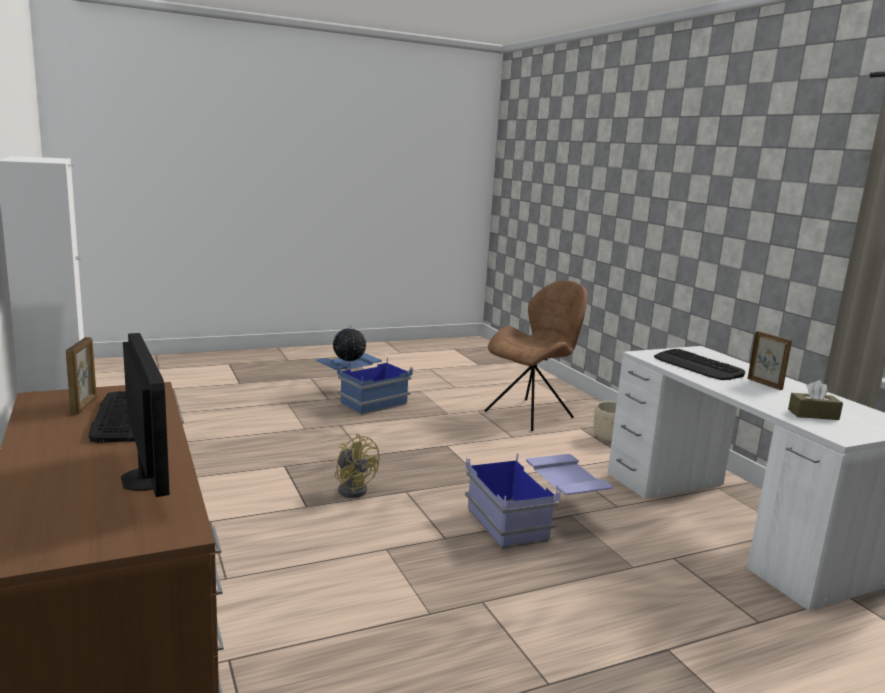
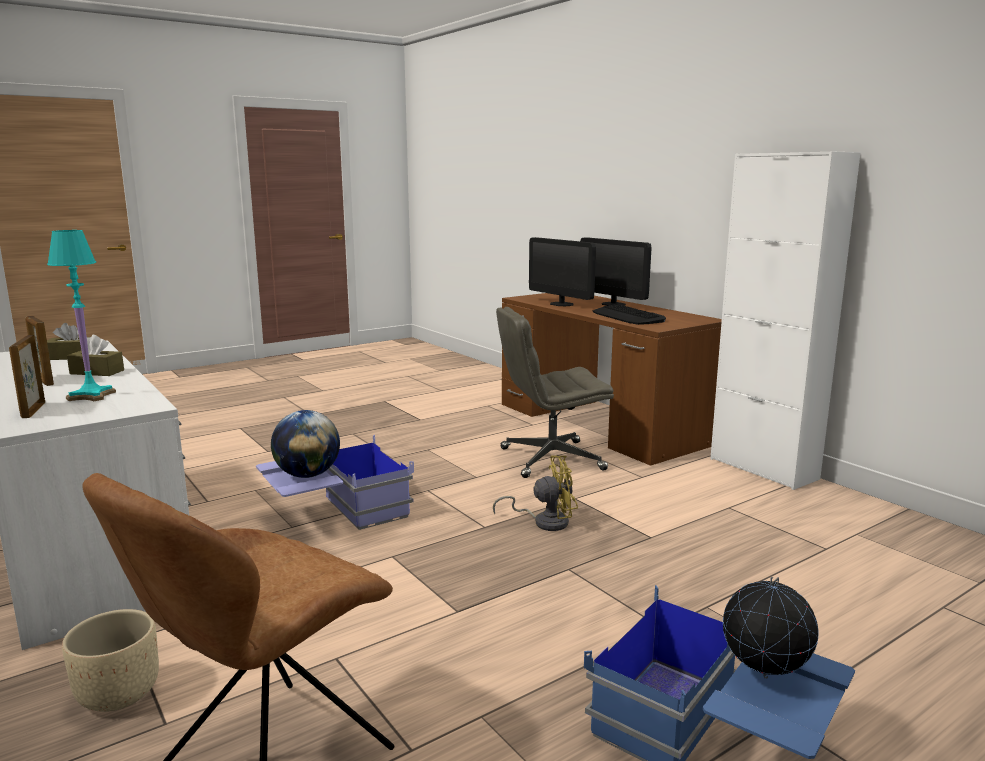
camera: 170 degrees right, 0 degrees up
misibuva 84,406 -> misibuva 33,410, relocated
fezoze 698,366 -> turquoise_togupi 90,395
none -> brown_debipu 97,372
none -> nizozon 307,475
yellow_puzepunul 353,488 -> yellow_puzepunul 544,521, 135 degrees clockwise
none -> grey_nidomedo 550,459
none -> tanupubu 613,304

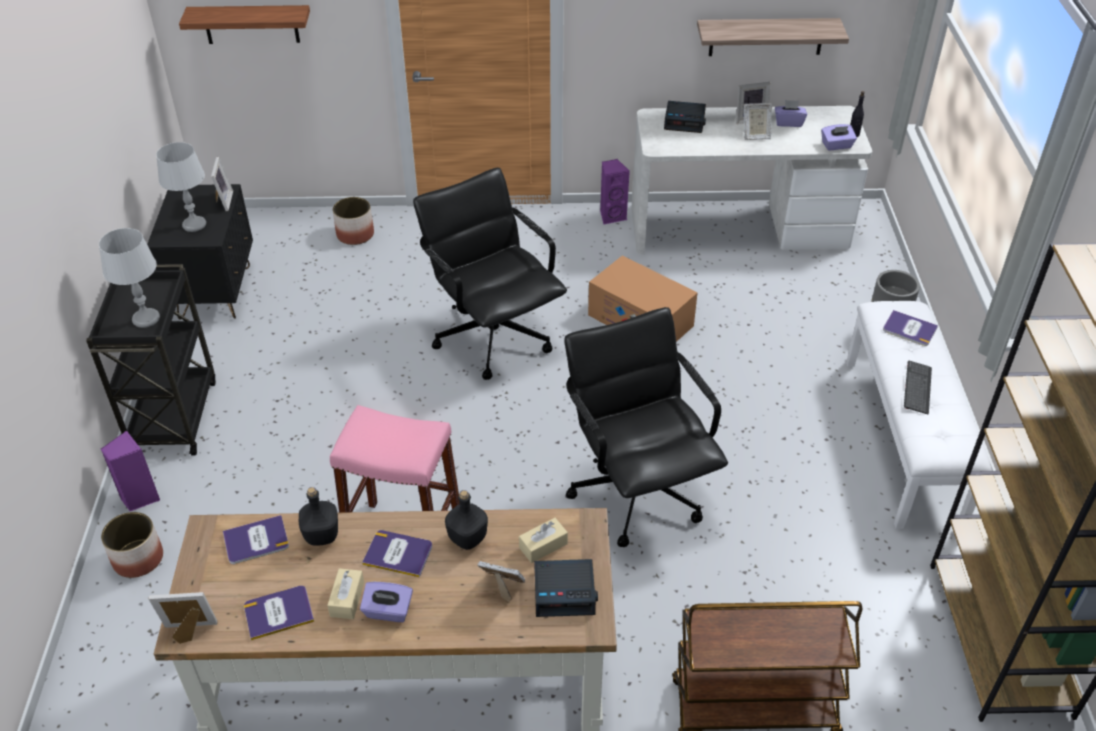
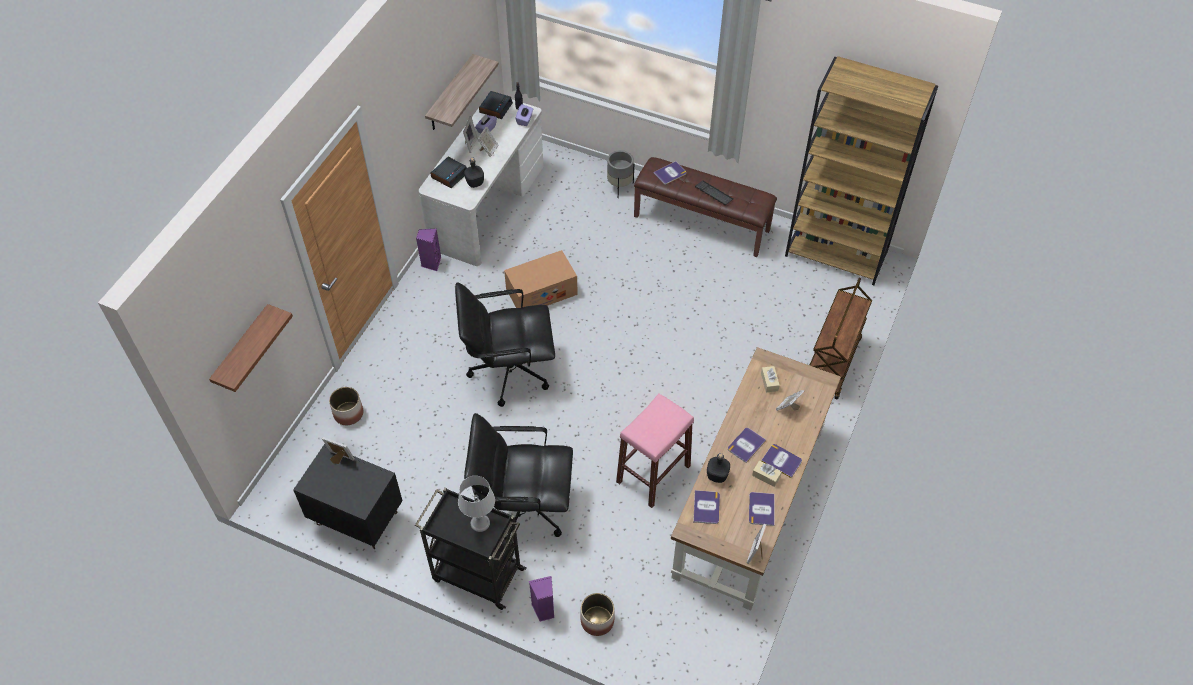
camera: 65 degrees left, 10 degrees up
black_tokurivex 467,538 -> black_tokurivex 474,183, relocated
black_nidomedo 637,491 -> black_nidomedo 523,507, relocated
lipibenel 565,592 -> lipibenel 495,108, relocated
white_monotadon 903,439 -> brown_monotadon 702,223
purple_debipu 388,611 -> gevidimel 781,461
grey_togupi 194,224 -> none

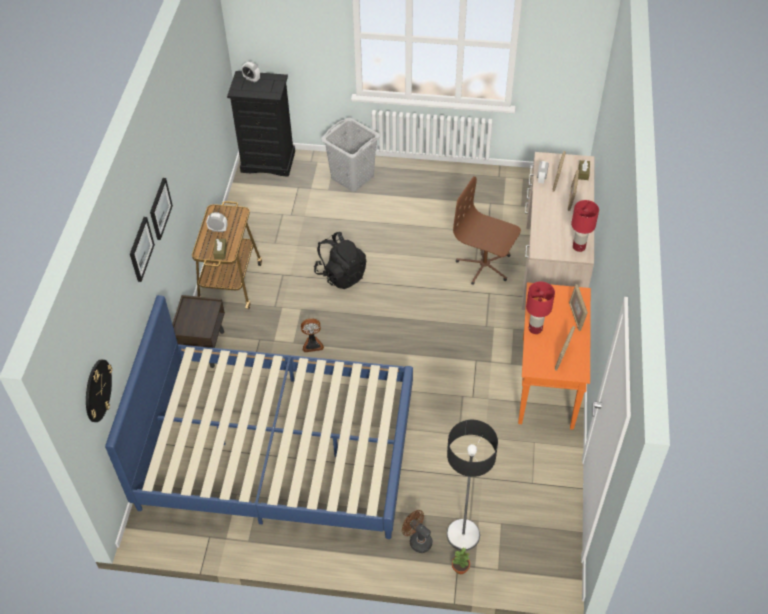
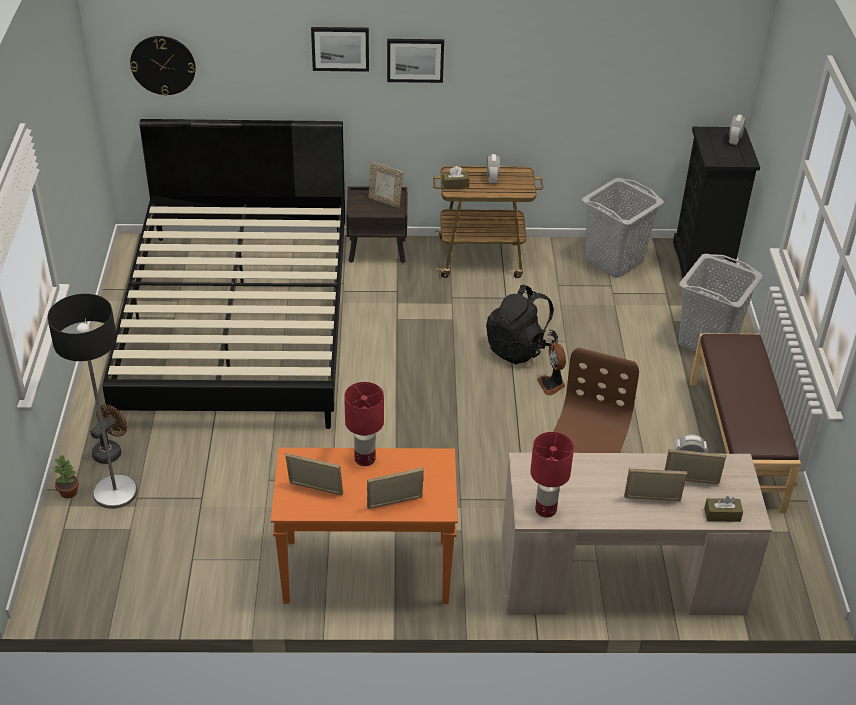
camera: 80 degrees right, 10 degrees down
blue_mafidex 277,449 -> black_mafidex 239,324
none -> misibuva 385,201
puzepunul 312,344 -> puzepunul 552,384, relocated
none -> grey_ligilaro 614,260
none -> brown_monotadon 736,444

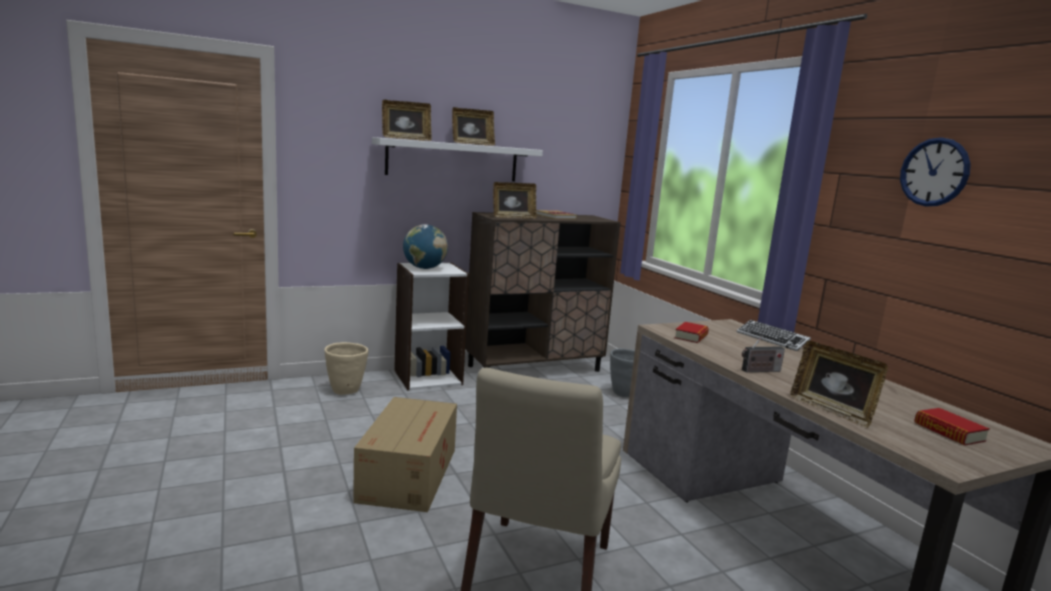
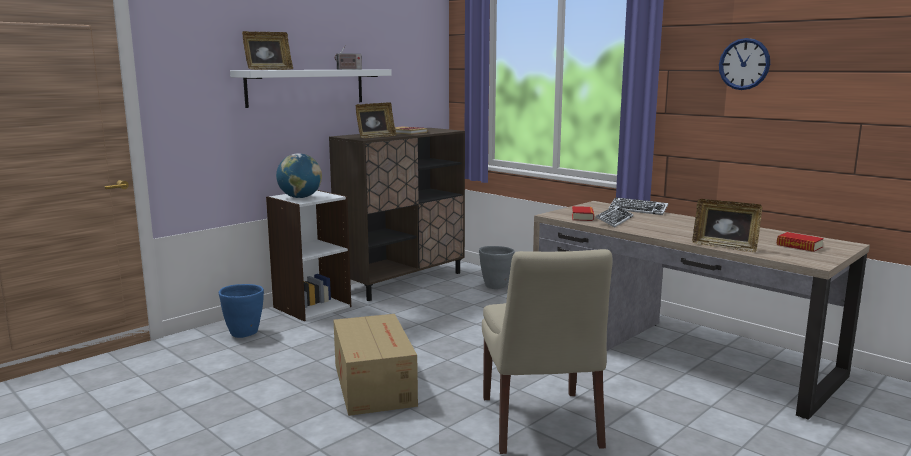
camera: 20 degrees left, 0 degrees up
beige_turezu 346,391 -> blue_turezu 244,333
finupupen 759,371 -> finupupen 348,69, relocated
none -> fezoze 614,220
misibuva 472,144 -> none

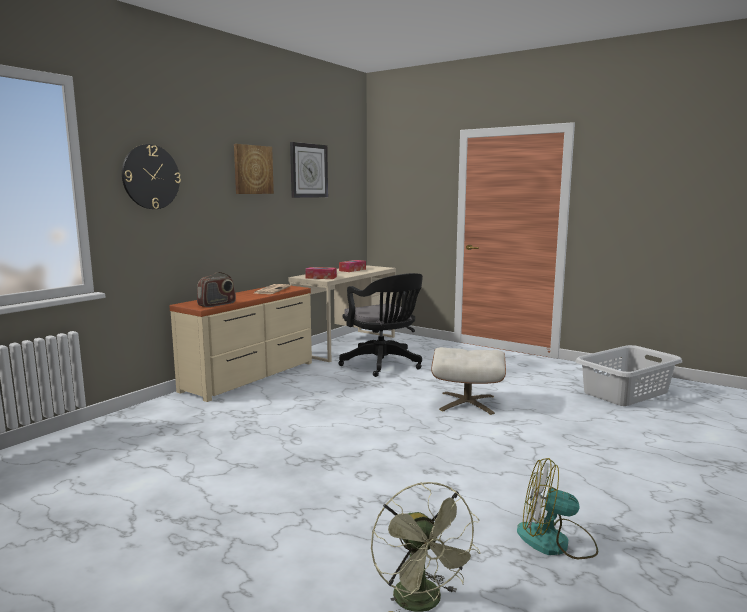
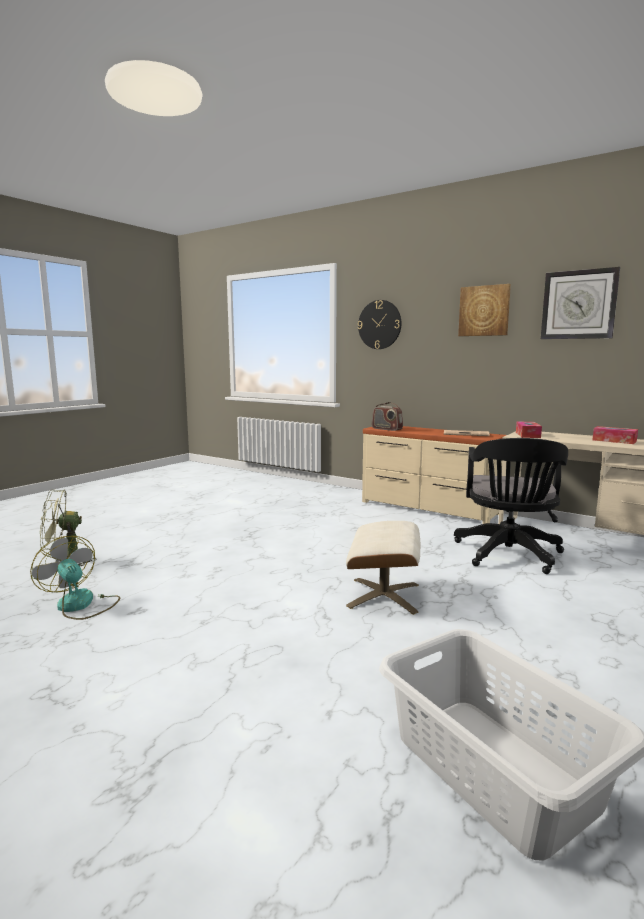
camera: 90 degrees right, 0 degrees up
puzepunul 555,542 -> puzepunul 80,605, 60 degrees counterclockwise
black_nidomedo 383,365 -> black_nidomedo 508,555, 45 degrees counterclockwise

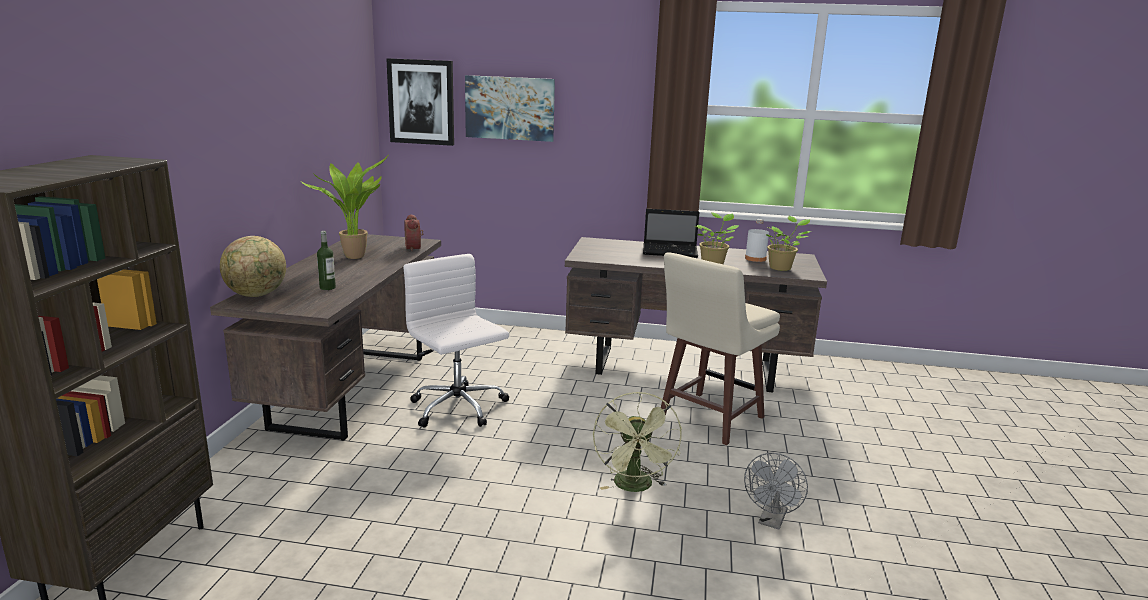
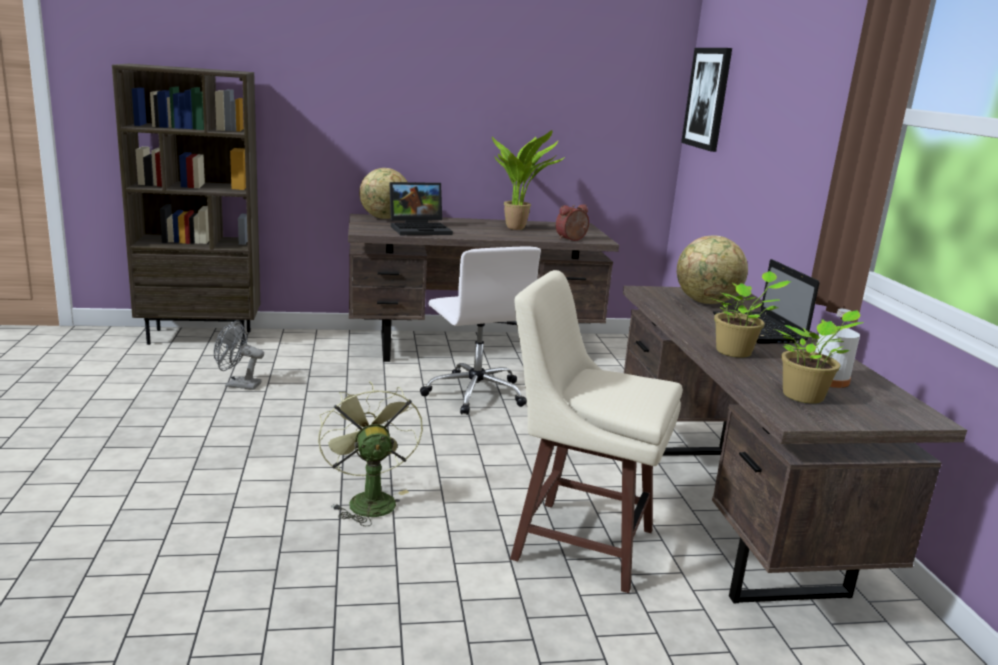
camera: 70 degrees right, 0 degrees up
grey_puzepunul 772,521 -> grey_puzepunul 238,385, relocated
green_puzepunul 635,487 -> green_puzepunul 368,500, 90 degrees clockwise
tokurivex 327,288 -> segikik 421,229
white_nidomedo 458,408 -> white_nidomedo 475,393, 120 degrees clockwise
none -> nizozon 706,302
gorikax 510,108 -> none

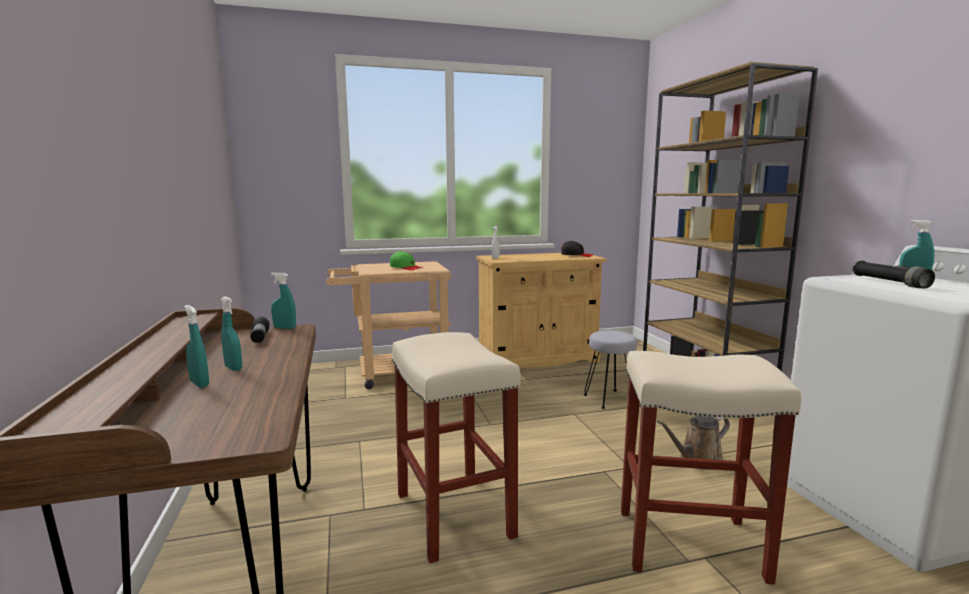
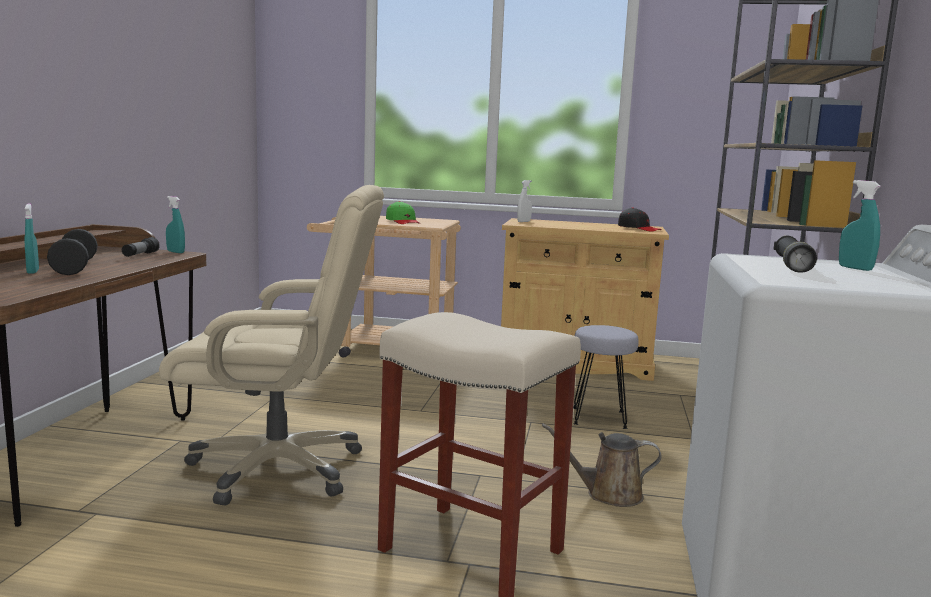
camera: 25 degrees right, 0 degrees up
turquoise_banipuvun 233,368 -> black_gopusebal 74,268
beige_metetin 455,515 -> beige_nidomedo 279,468

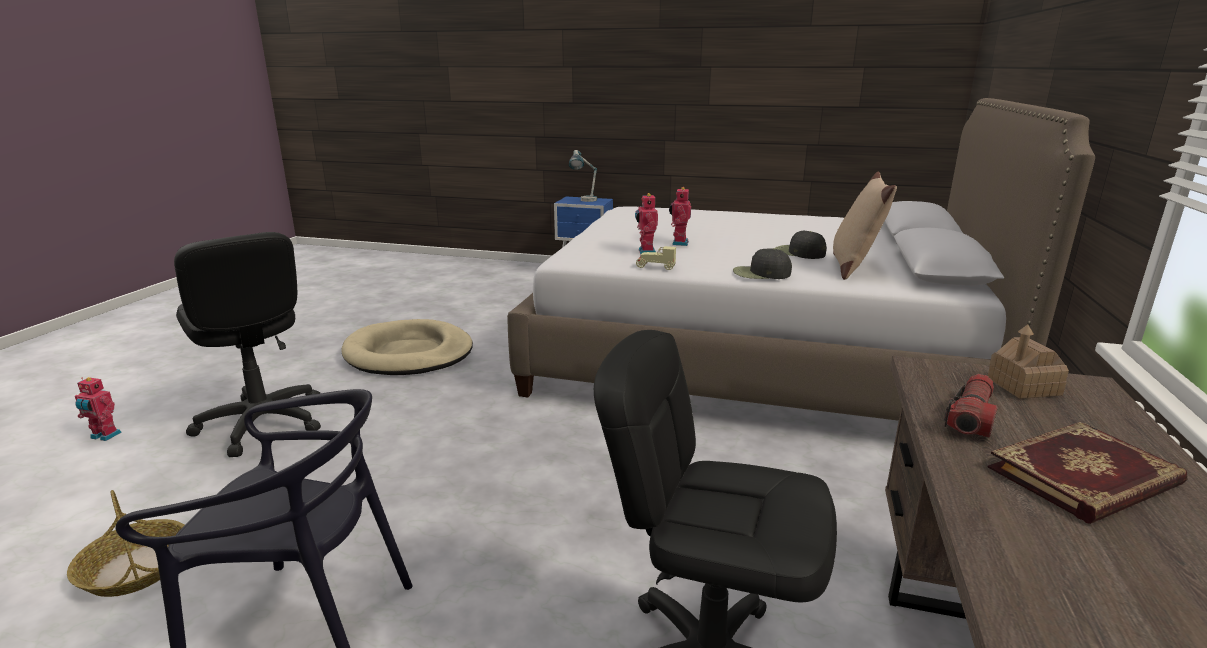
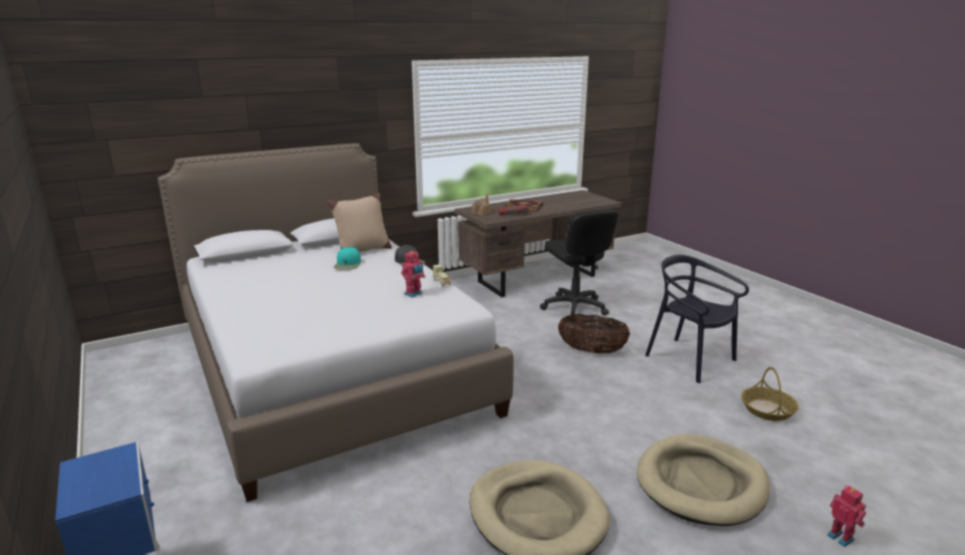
camera: 135 degrees left, 0 degrees up
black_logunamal 799,252 -> turquoise_logunamal 348,264
none -> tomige 592,351
black_nidomedo 262,423 -> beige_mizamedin 701,483
togupi 584,201 -> none
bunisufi 678,243 -> none

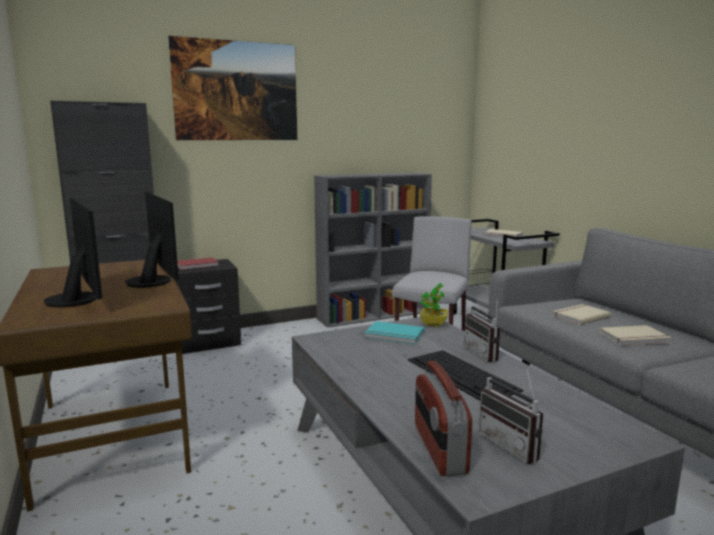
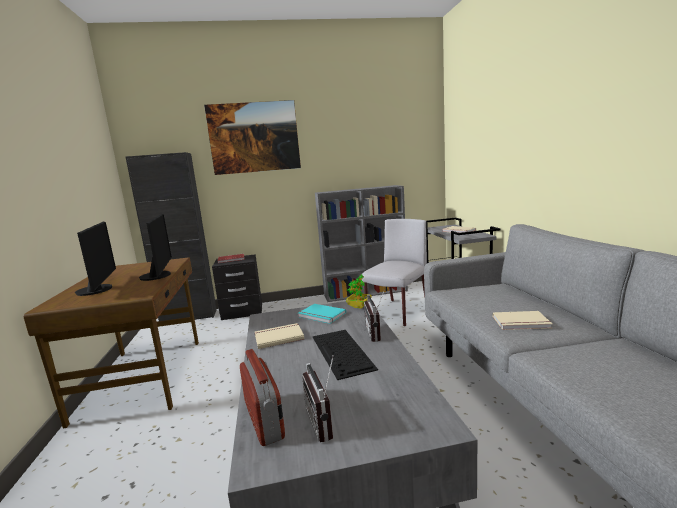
camera: 15 degrees right, 0 degrees up
finupupen 439,449 -> finupupen 264,420, 150 degrees clockwise
beige_gevidimel 579,316 -> beige_gevidimel 278,337, relocated

